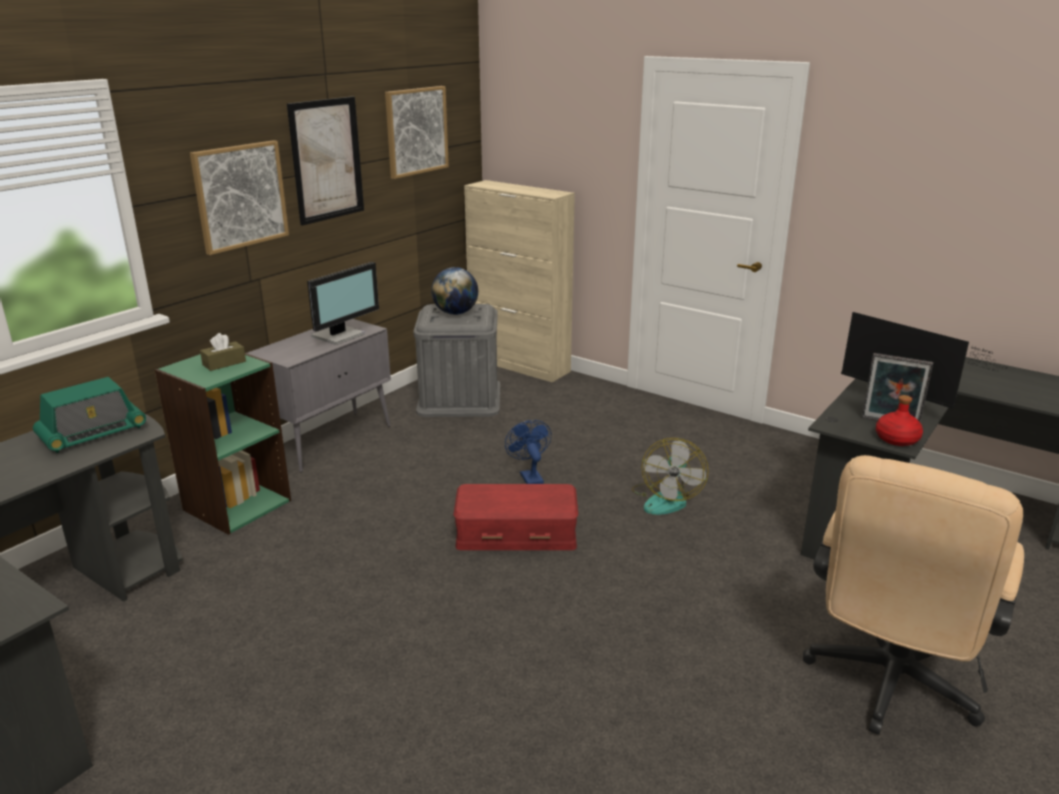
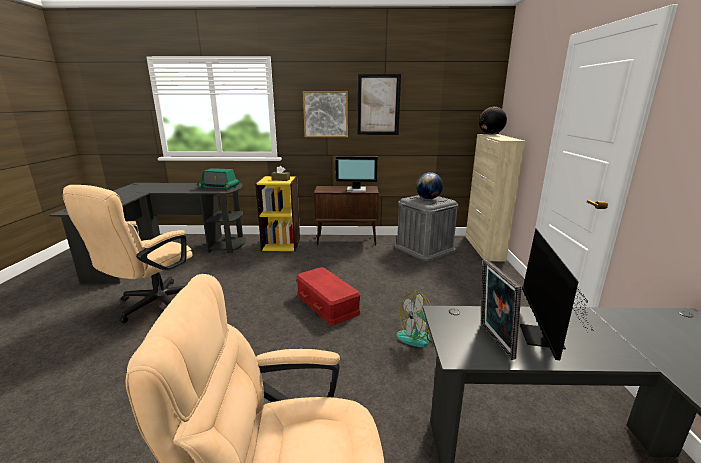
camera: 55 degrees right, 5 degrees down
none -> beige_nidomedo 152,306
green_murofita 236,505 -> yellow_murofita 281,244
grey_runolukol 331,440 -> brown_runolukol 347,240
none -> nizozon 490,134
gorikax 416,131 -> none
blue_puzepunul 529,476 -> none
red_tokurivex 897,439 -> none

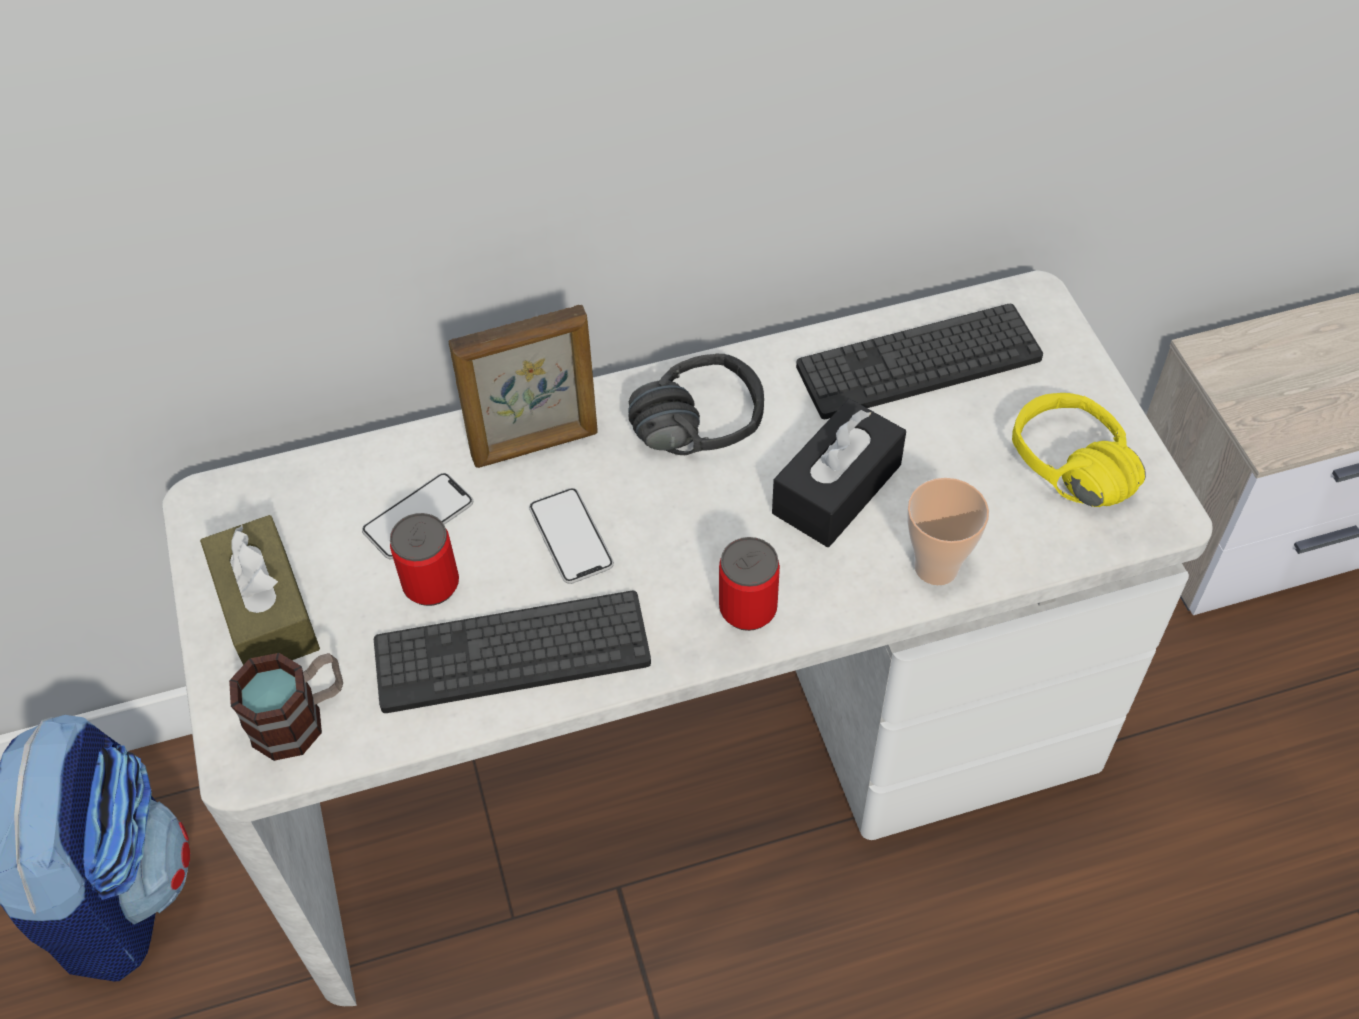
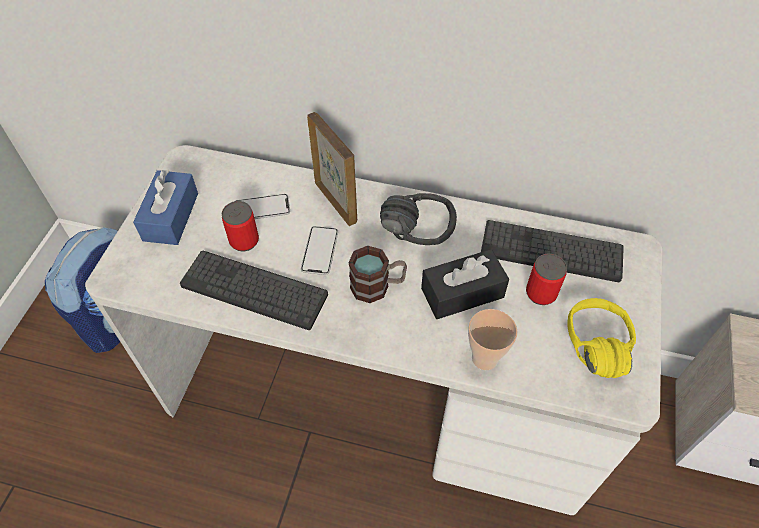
camera: 30 degrees right, 0 degrees up
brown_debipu 267,610 -> blue_debipu 171,217
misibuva 536,446 -> misibuva 336,202, 135 degrees counterclockwise
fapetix 301,718 -> fapetix 378,286, relocated
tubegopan 748,608 -> tubegopan 541,293, relocated

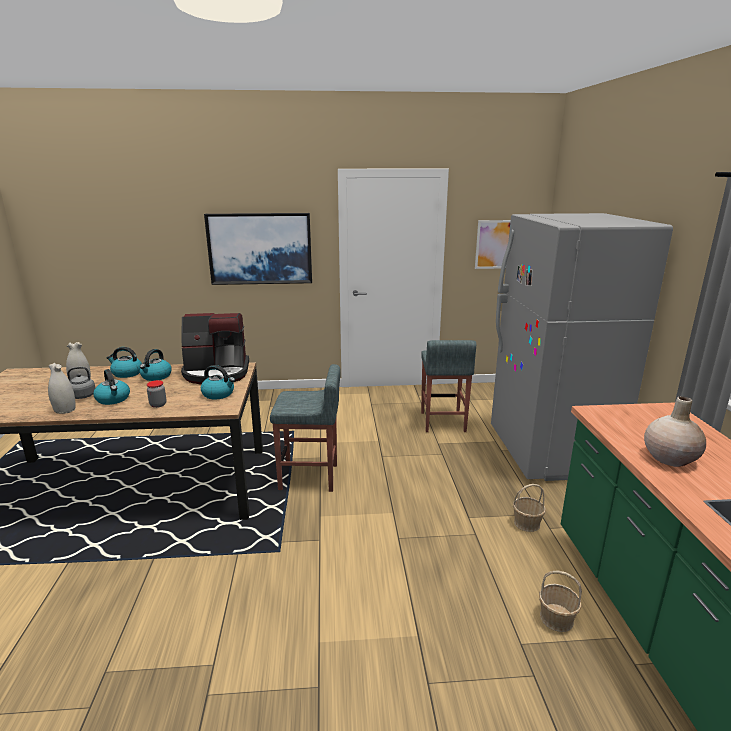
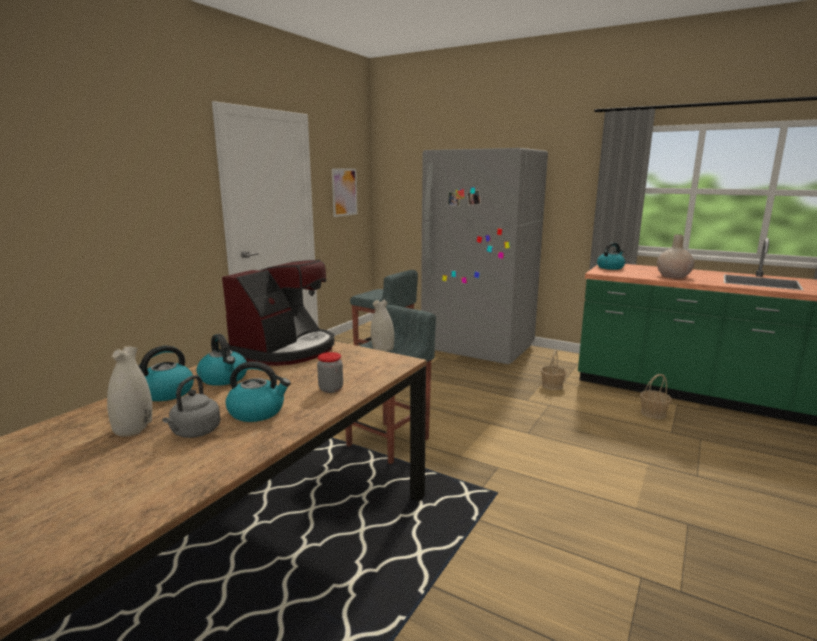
camera: 55 degrees left, 5 degrees down
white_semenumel 65,409 -> white_semenumel 382,349, relocated
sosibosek 219,394 -> sosibosek 610,267, relocated
gorikax 260,248 -> none

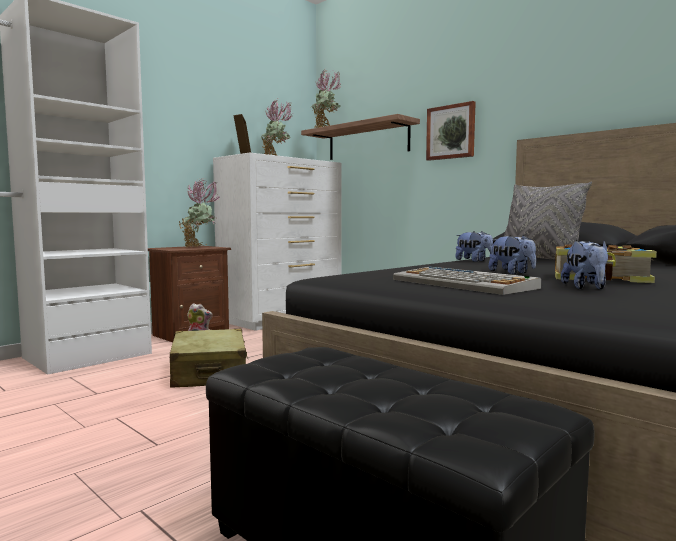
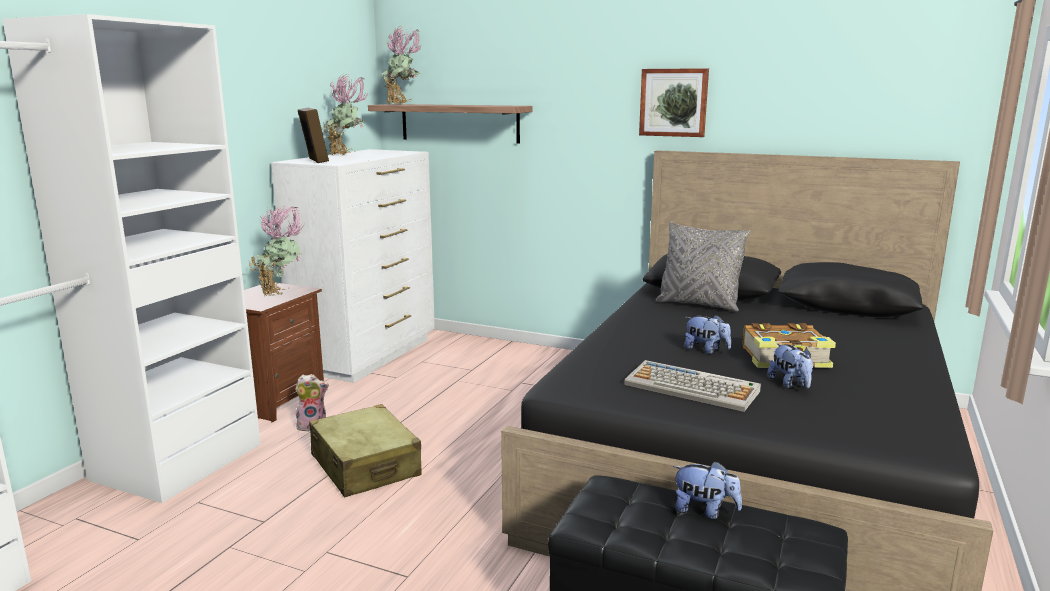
camera: 20 degrees left, 10 degrees up
gorikax 451,132 -> gorikax 673,102, relocated
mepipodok 473,261 -> mepipodok 704,511, relocated

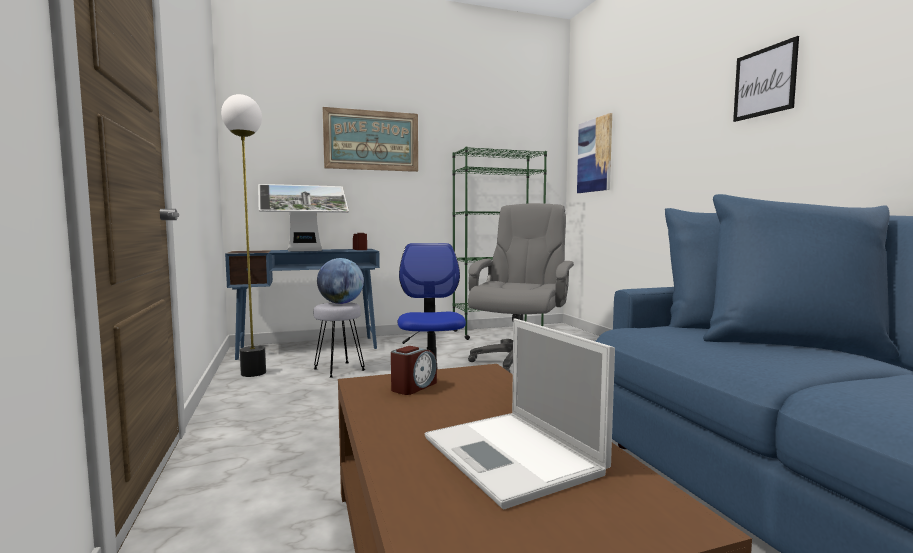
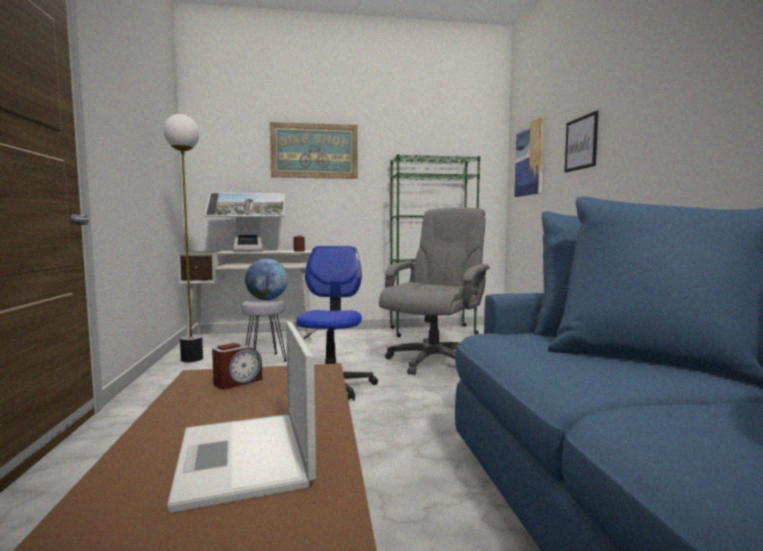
camera: 10 degrees right, 0 degrees up
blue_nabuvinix 309,348 -> white_nabuvinix 253,338
gorikax 764,81 -> gorikax 581,143, relocated

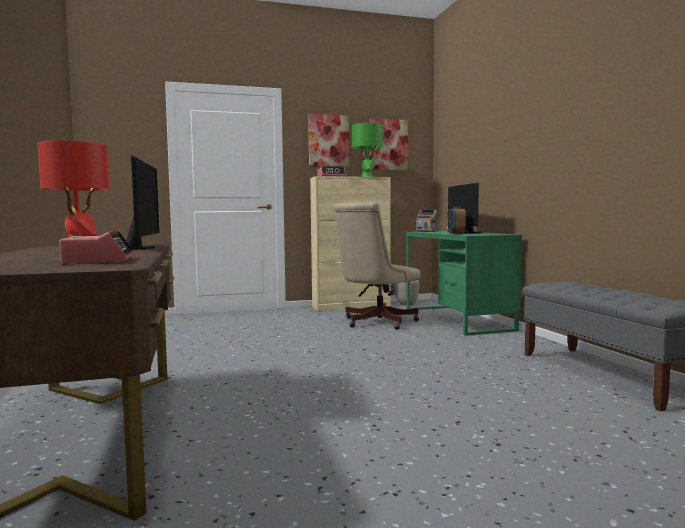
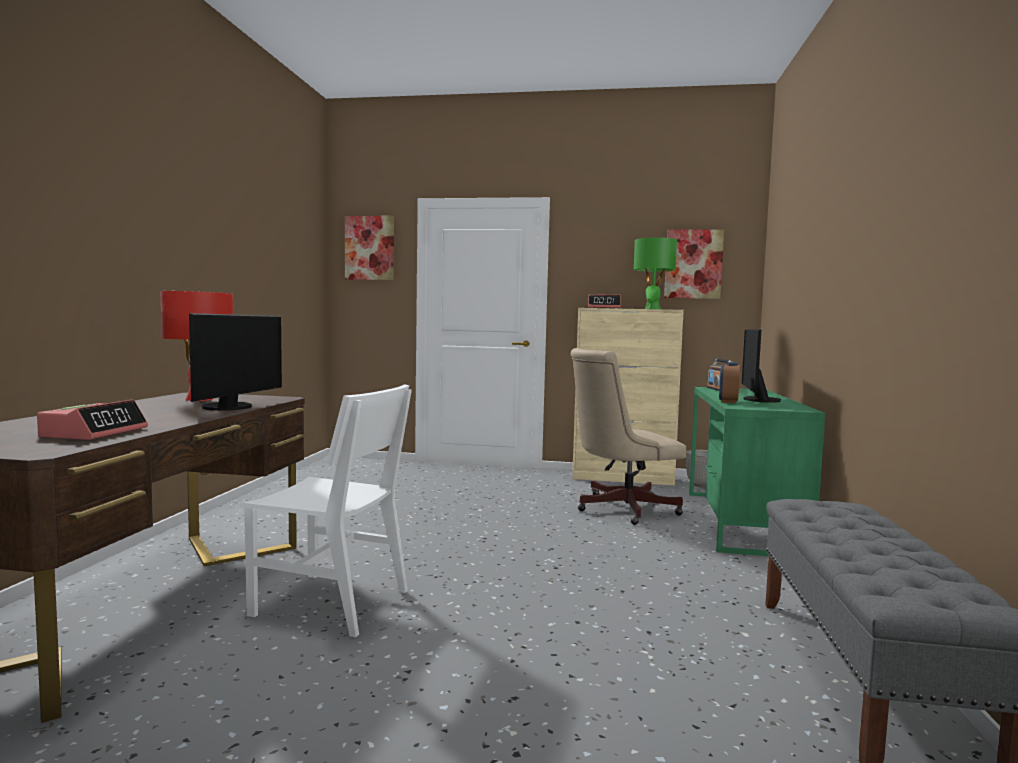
camera: 25 degrees right, 0 degrees up
none -> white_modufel 331,603
gorikax 328,141 -> gorikax 370,248, relocated

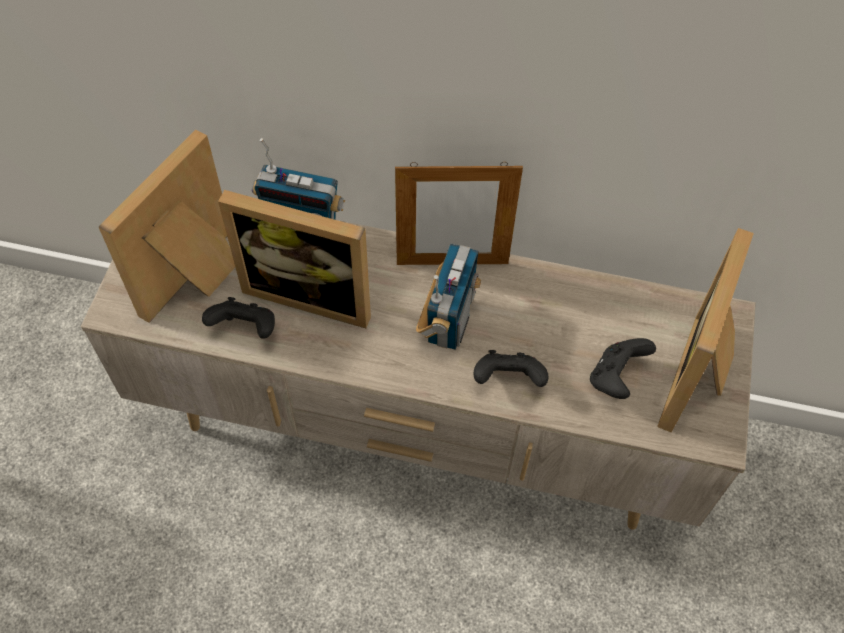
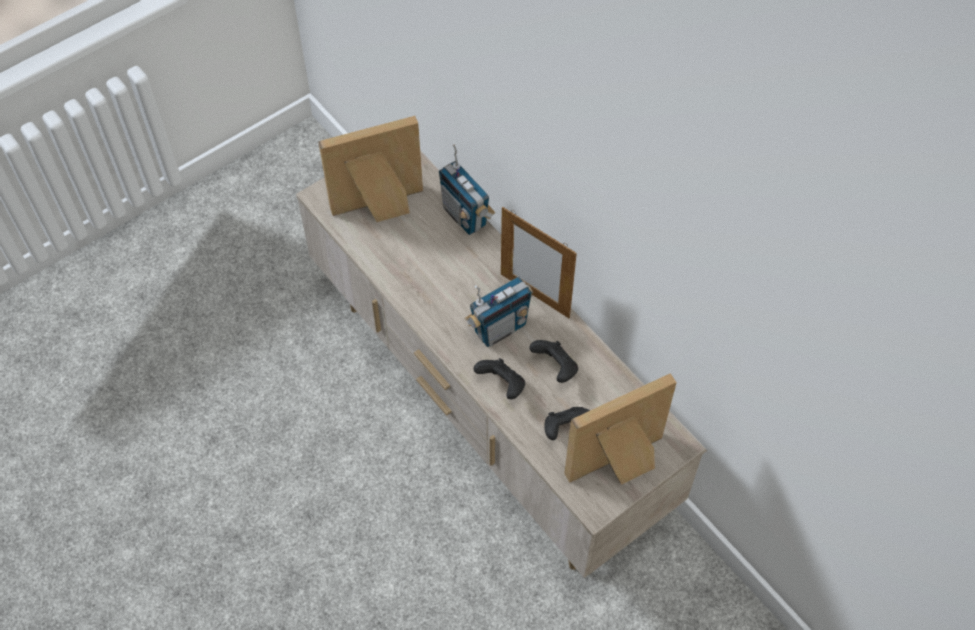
camera: 40 degrees right, 0 degrees up
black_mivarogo 245,329 -> black_mivarogo 555,368, relocated
misibuva 311,292 -> none

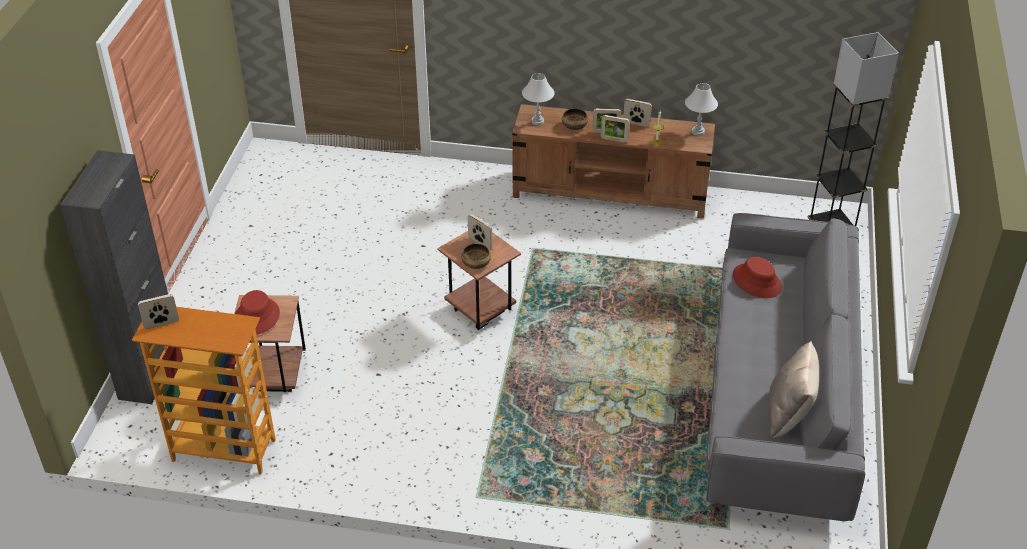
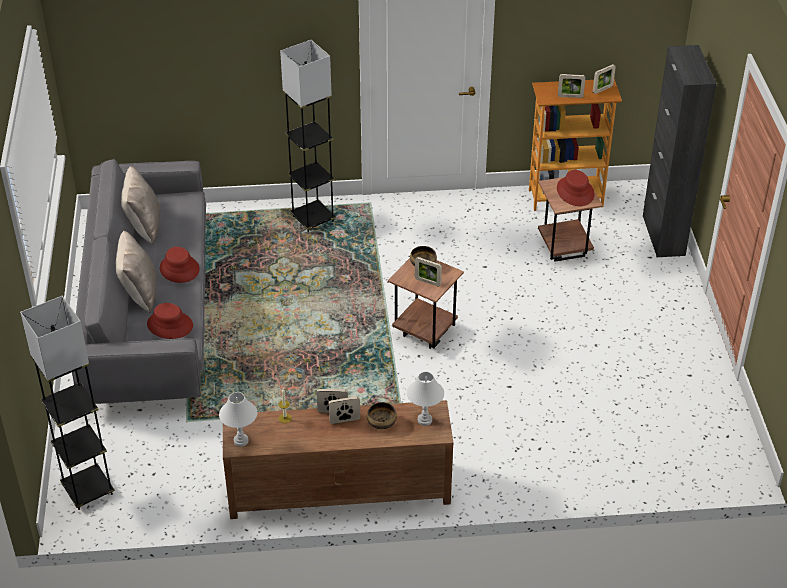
camera: 165 degrees right, 0 degrees up
none -> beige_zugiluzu 139,293
none -> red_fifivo 179,269
none -> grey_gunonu 313,219
misibuva 636,123 -> misibuva 570,96, relocated

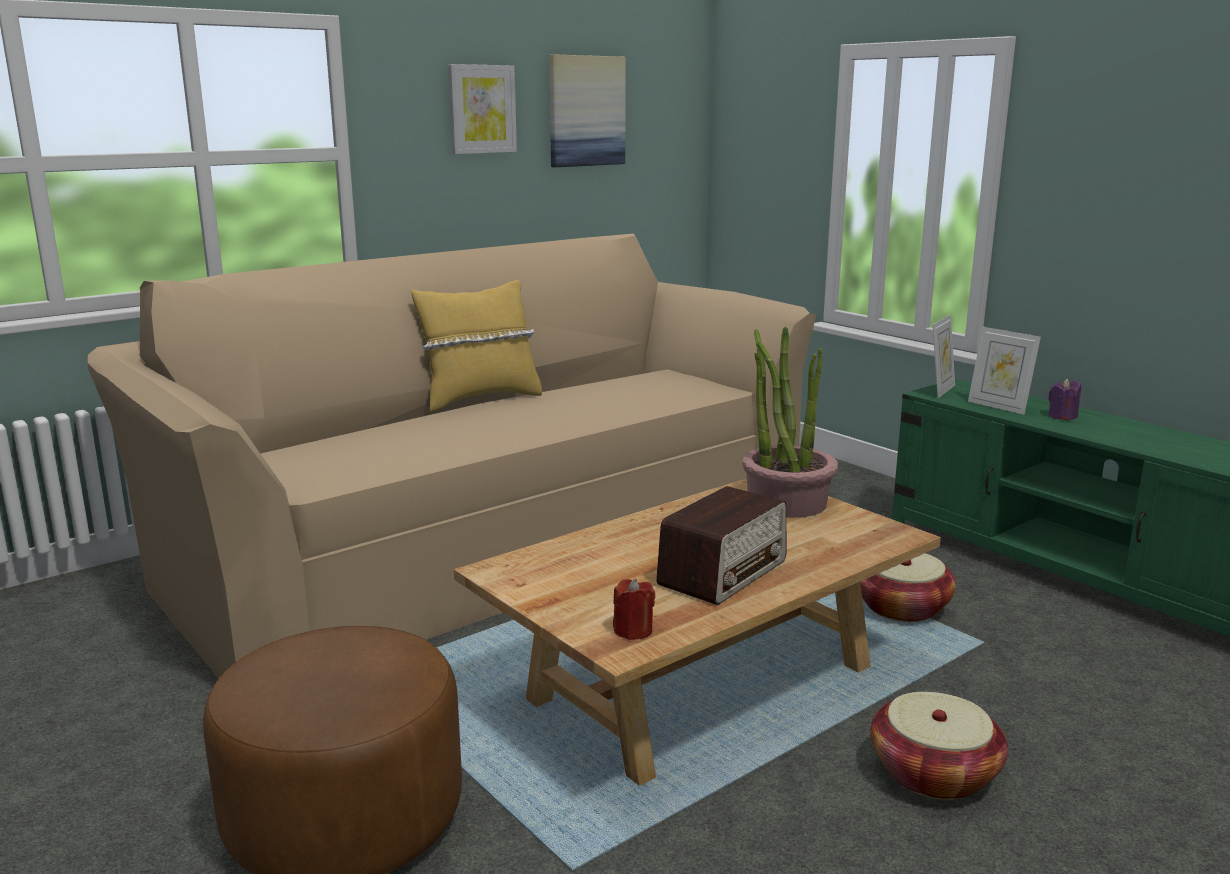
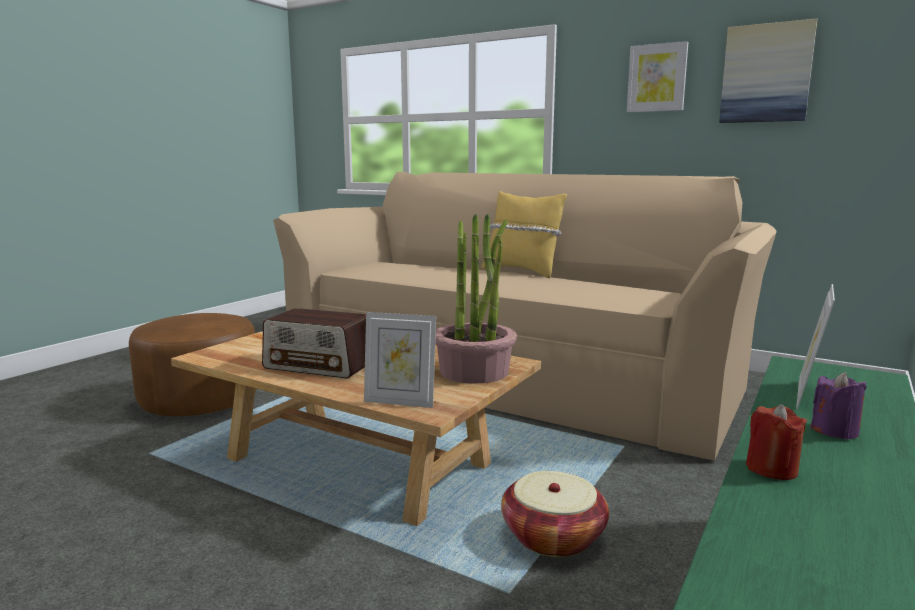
camera: 70 degrees right, 5 degrees down
misibuva 940,390 -> misibuva 400,402, relocated
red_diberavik 633,630 -> red_diberavik 771,469, relocated
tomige 934,773 -> none

